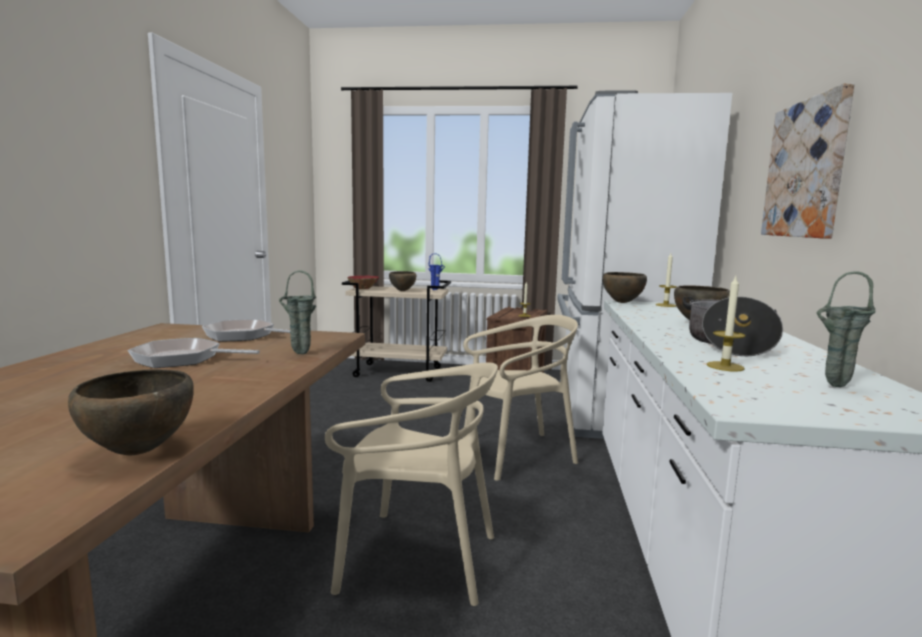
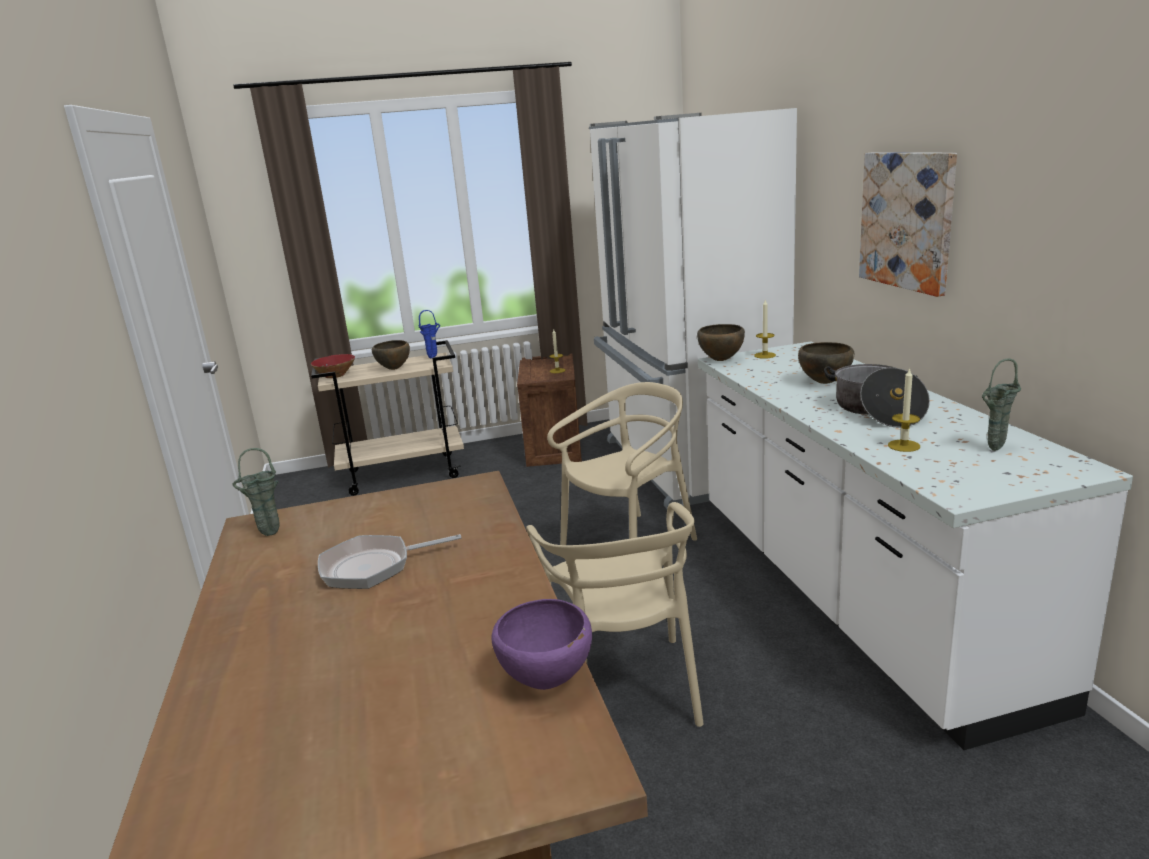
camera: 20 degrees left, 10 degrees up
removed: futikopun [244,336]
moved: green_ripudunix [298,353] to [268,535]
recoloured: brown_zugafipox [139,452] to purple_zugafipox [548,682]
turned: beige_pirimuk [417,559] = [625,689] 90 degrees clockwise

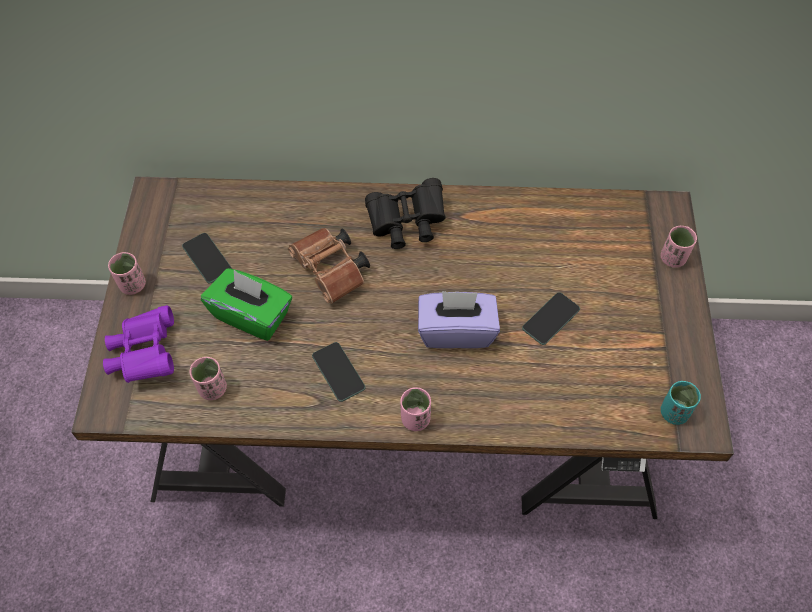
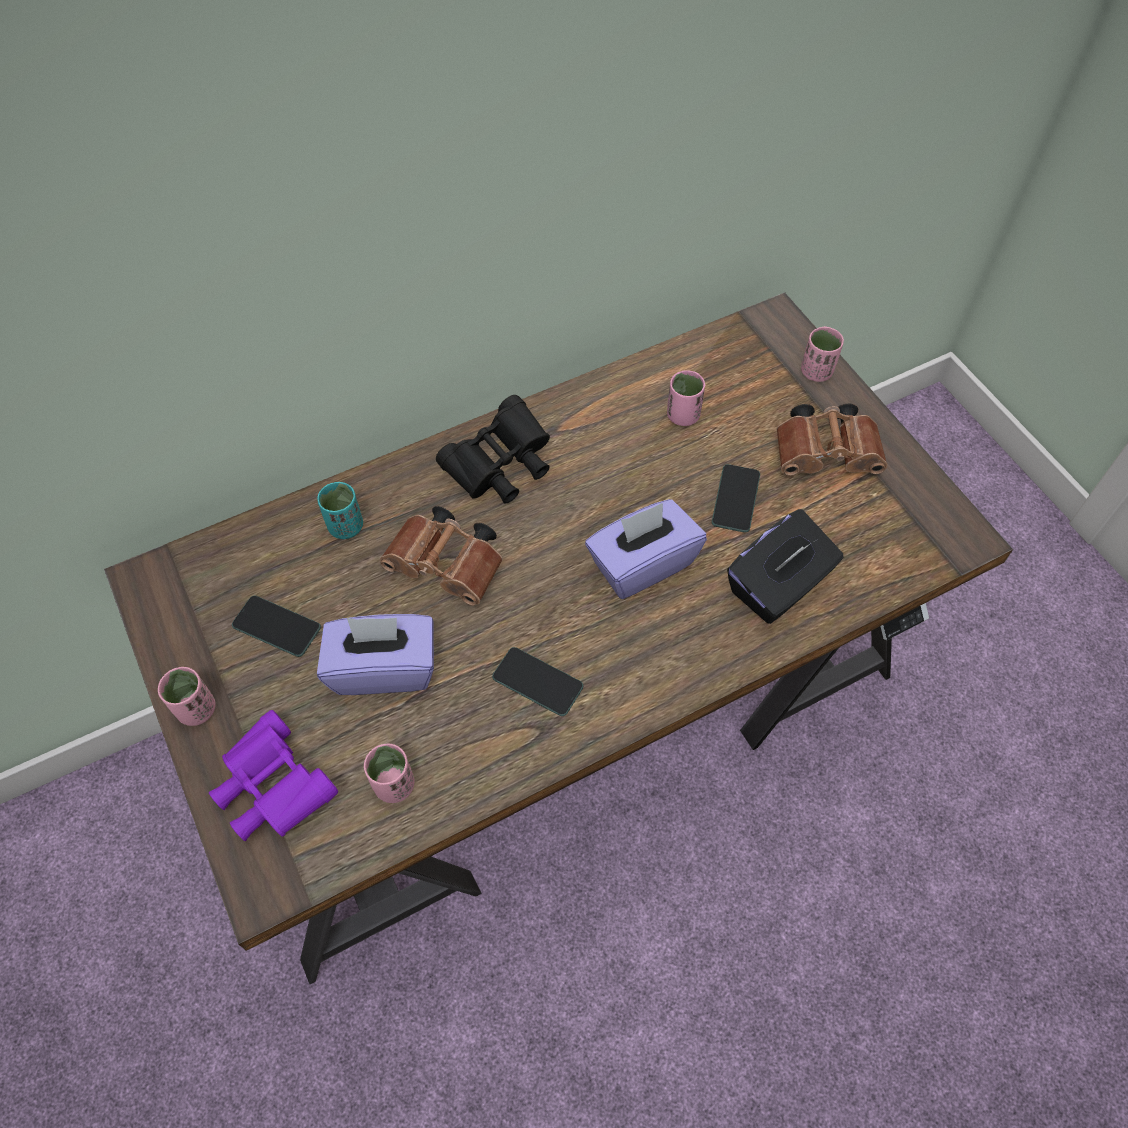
camera: 30 degrees left, 0 degrees up
added: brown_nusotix [828,455]; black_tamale [778,586]
moved: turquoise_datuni [674,412] to [345,526]; pink_datuni [415,419] to [683,415]
recoloured: green_tamale [252,315] to purple_tamale [384,668]

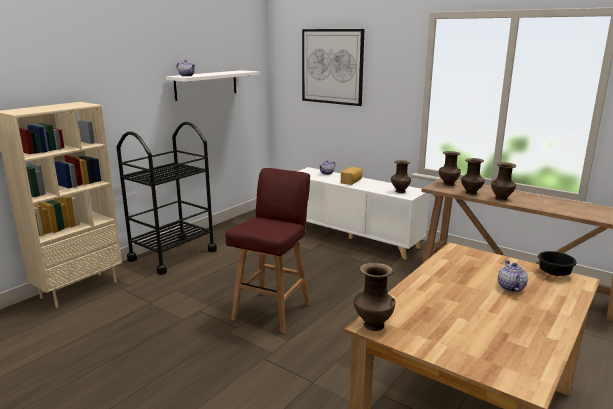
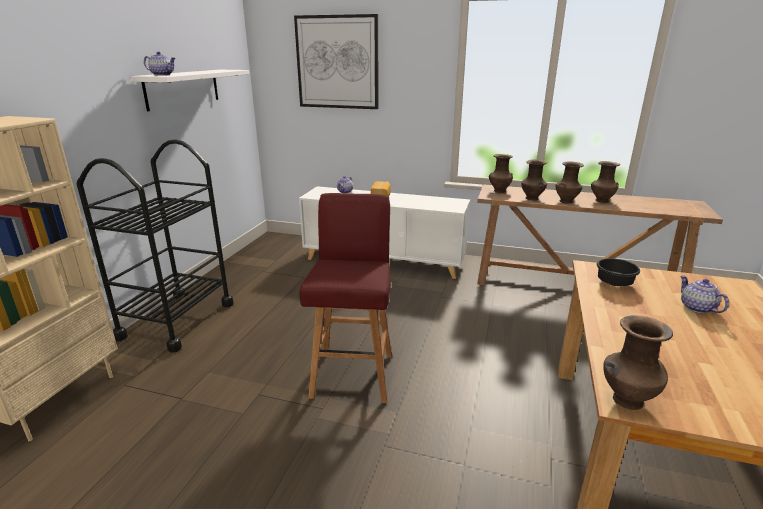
camera: 20 degrees left, 5 degrees up
moved: brown_ripudunix [399,191] to [601,201]; black_zugafipox [553,274] to [614,284]

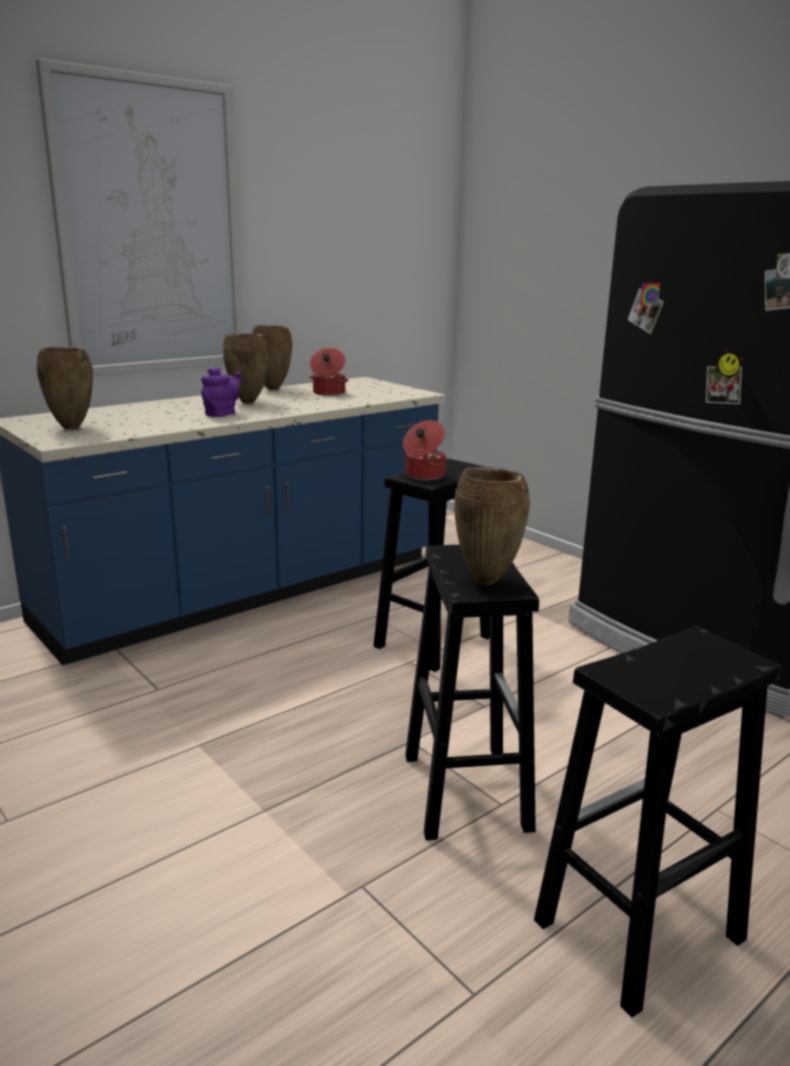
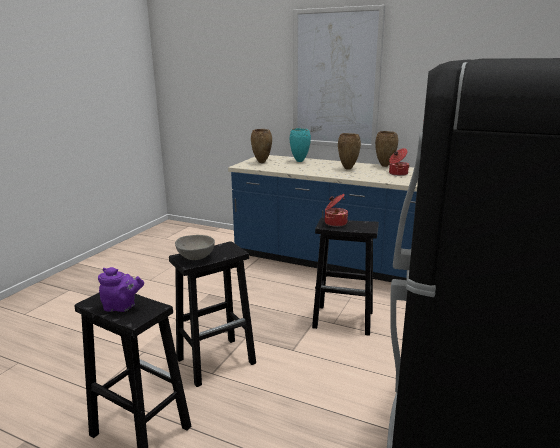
camera: 65 degrees right, 0 degrees up
added: turquoise_ripudunix [300,161]
moved: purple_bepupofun [222,414] to [122,307]
replaced: brown_ripudunix [488,581] to grey_zugafipox [196,257]

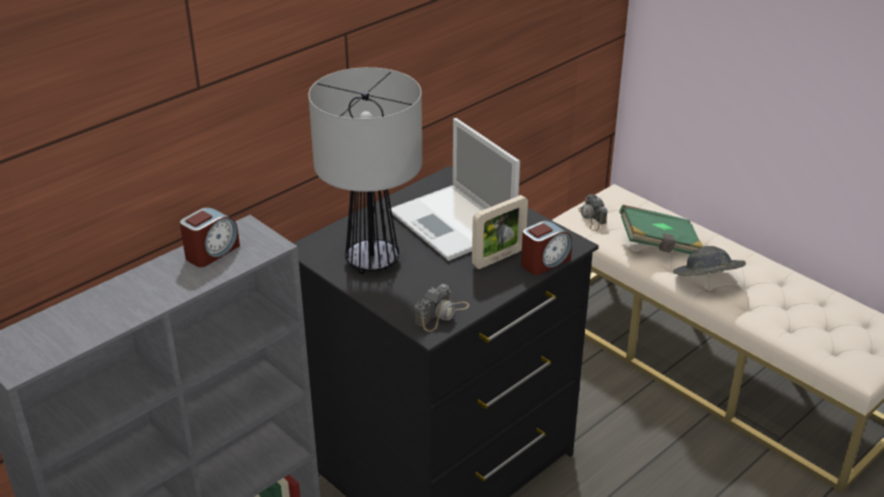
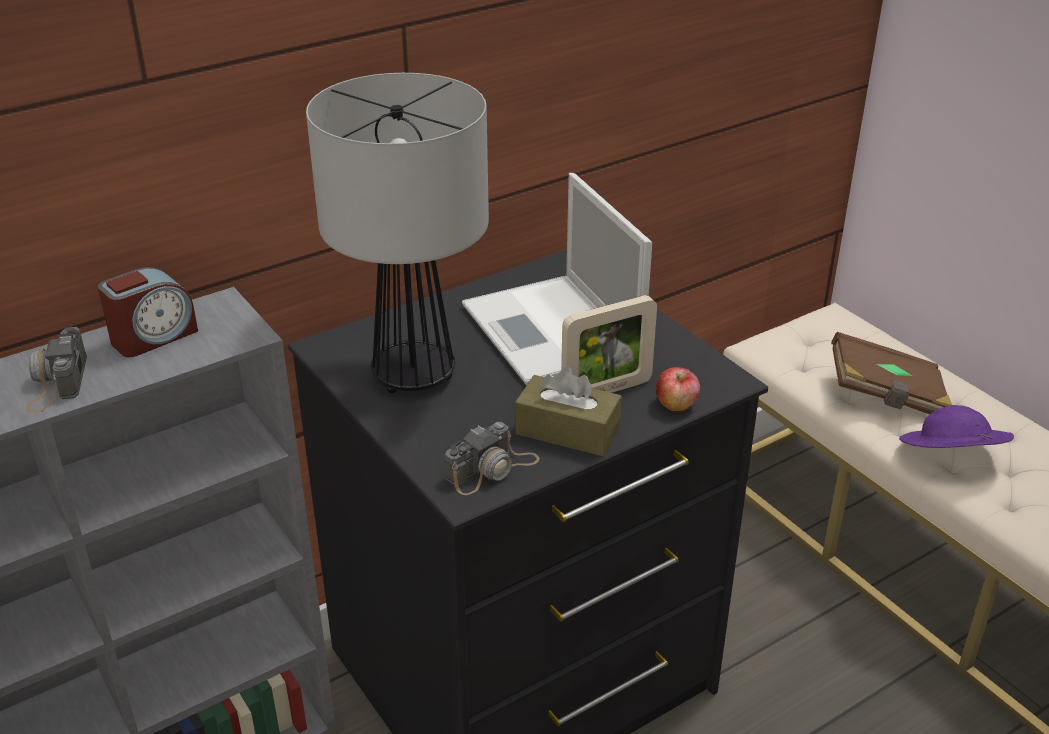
camera: 10 degrees right, 0 degrees up
added: brown_tamale [567,431]
moved: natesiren [592,218] to [57,382]
replaced: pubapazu [544,262] to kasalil [676,404]
recoloured: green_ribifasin [659,245] to brown_ribifasin [886,396]; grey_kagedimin [706,281] to purple_kagedimin [949,458]

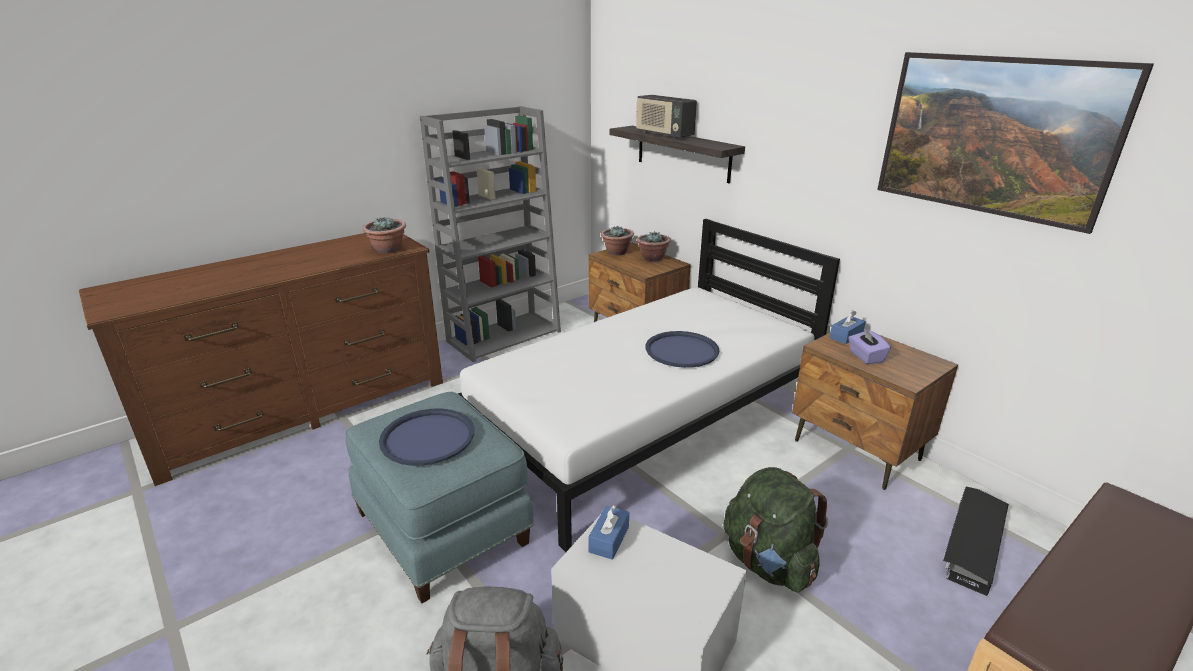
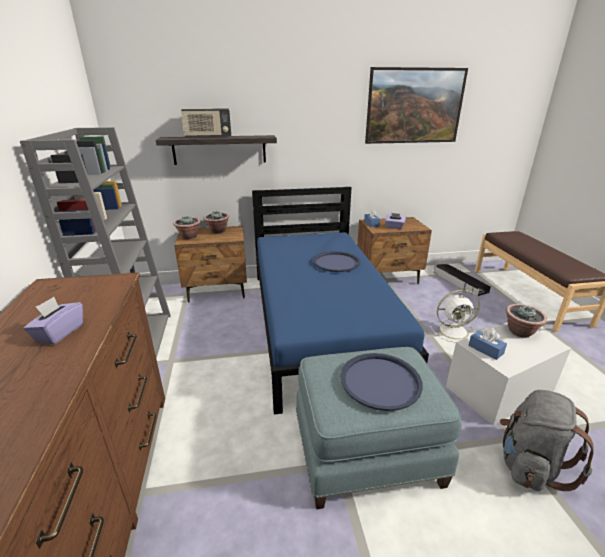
camera: 60 degrees left, 0 degrees up
added: purple_tamale [59,333]
moved: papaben [388,250] to [520,332]
replaced: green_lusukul [768,563] to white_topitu [454,331]
recoloured: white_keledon [646,426] to blue_keledon [320,323]

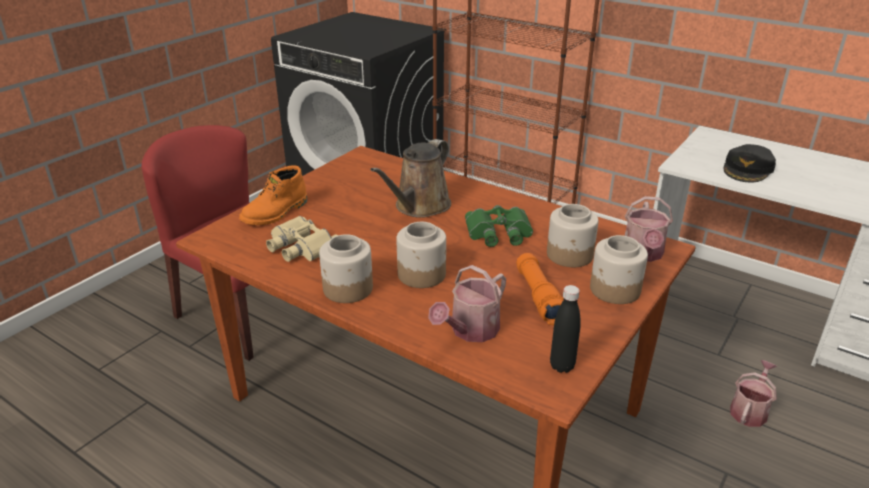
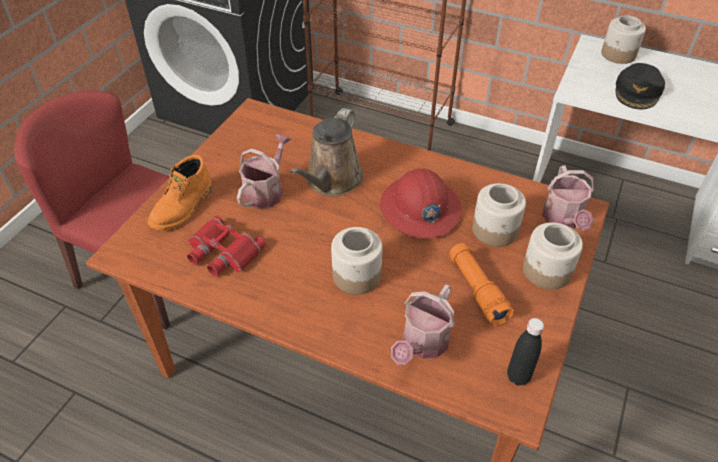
camera: 10 degrees left, 15 degrees up
moved: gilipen [347,289] to [618,55]; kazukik [749,410] to [266,191]
replaced: green_nusotix [498,233] to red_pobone [419,208]
recoloured: beige_nusotix [300,246] to red_nusotix [222,252]

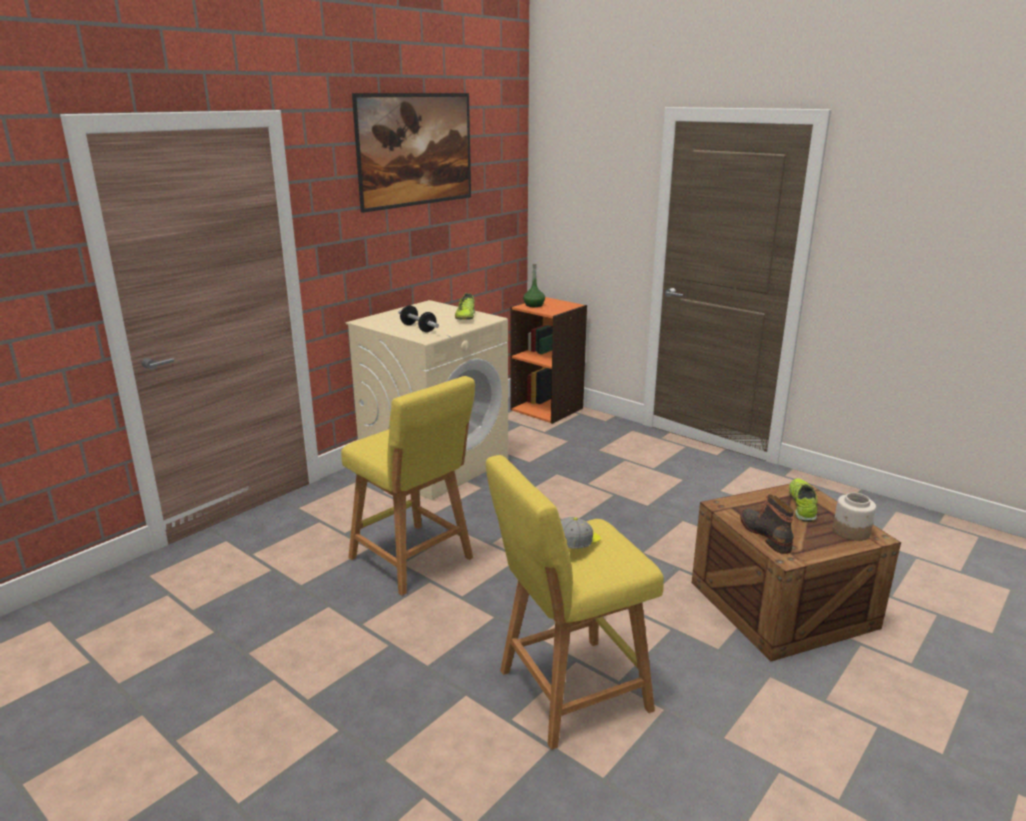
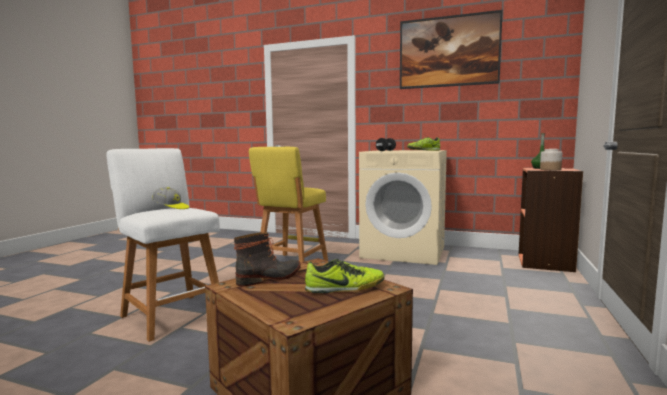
camera: 70 degrees right, 15 degrees down
moved: gilipen [851,532] to [550,169]
recoloured: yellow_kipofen [567,692] to white_kipofen [171,314]

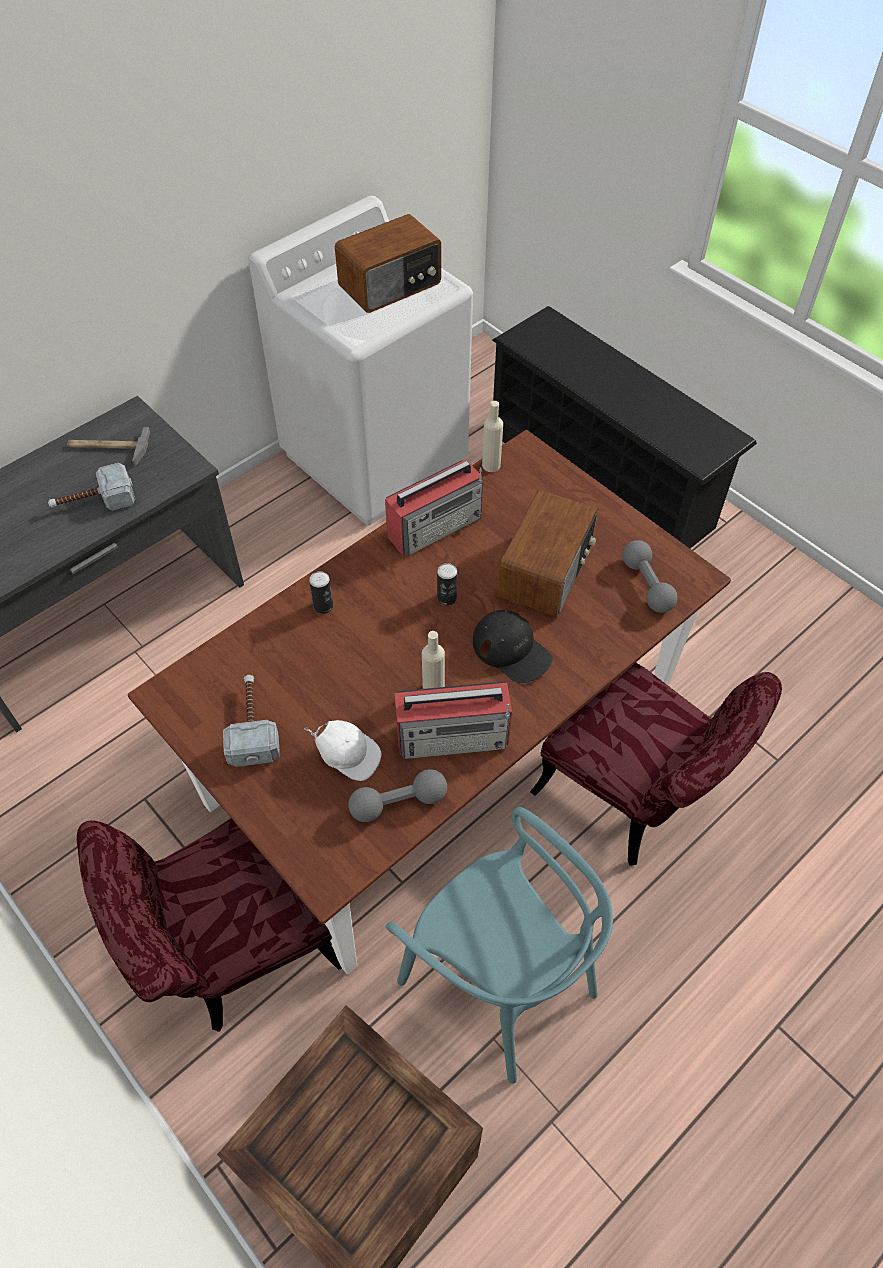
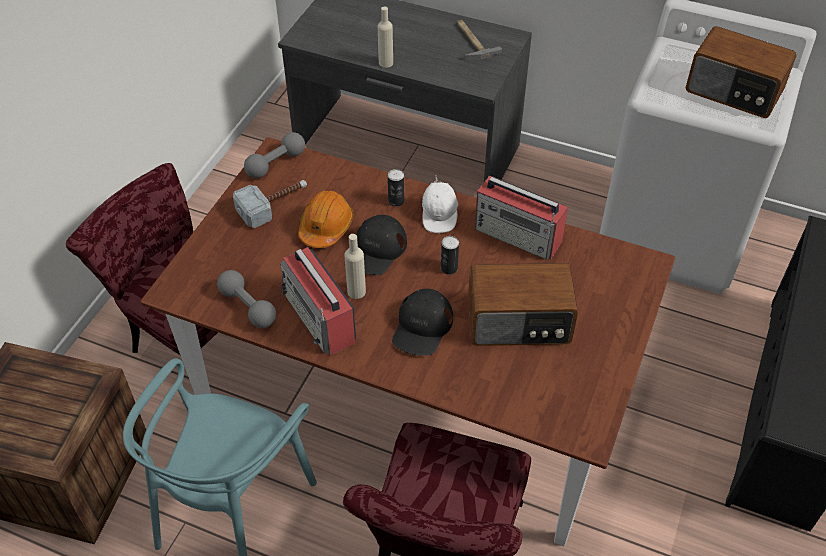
camera: 65 degrees right, 5 degrees down
removed: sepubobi [94,501]
added: orange_pobone [326,227]; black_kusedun [377,250]
moved: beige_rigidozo [491,465] to [386,63]; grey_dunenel [646,585] to [276,164]; white_kusedun [347,756] to [439,215]

